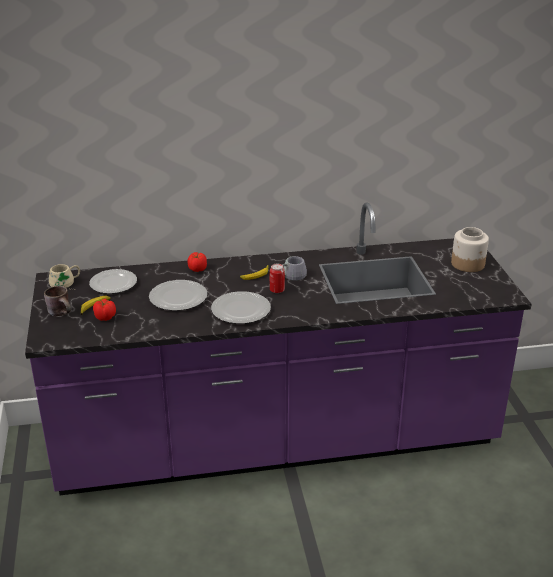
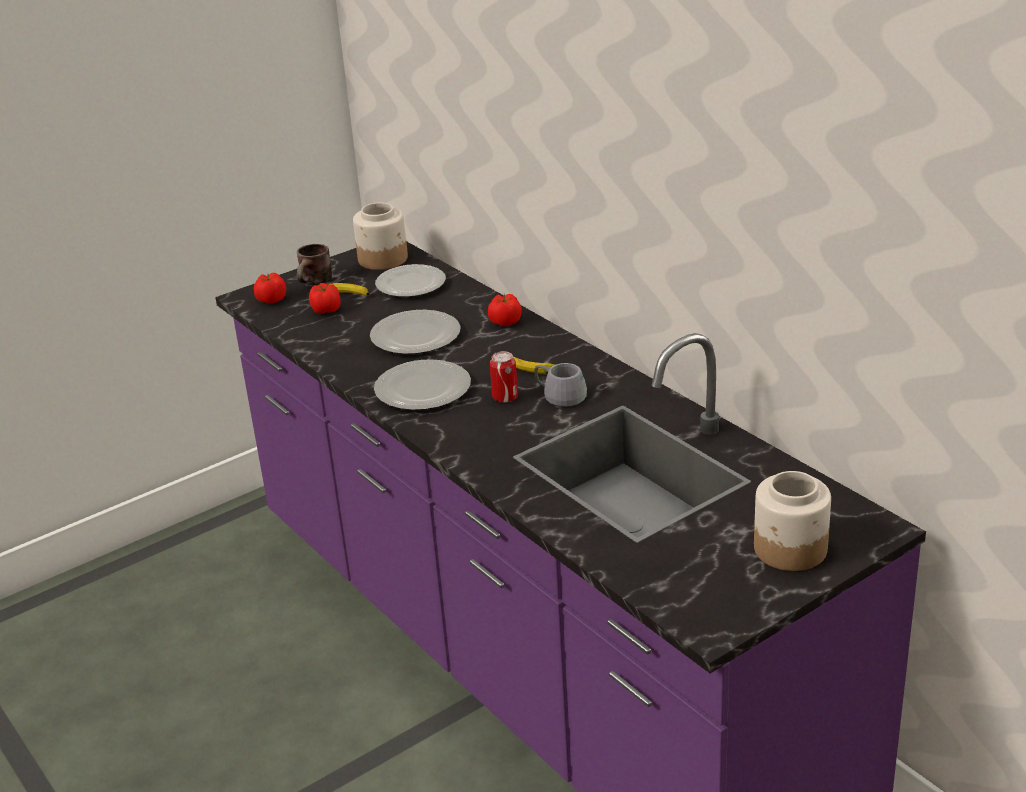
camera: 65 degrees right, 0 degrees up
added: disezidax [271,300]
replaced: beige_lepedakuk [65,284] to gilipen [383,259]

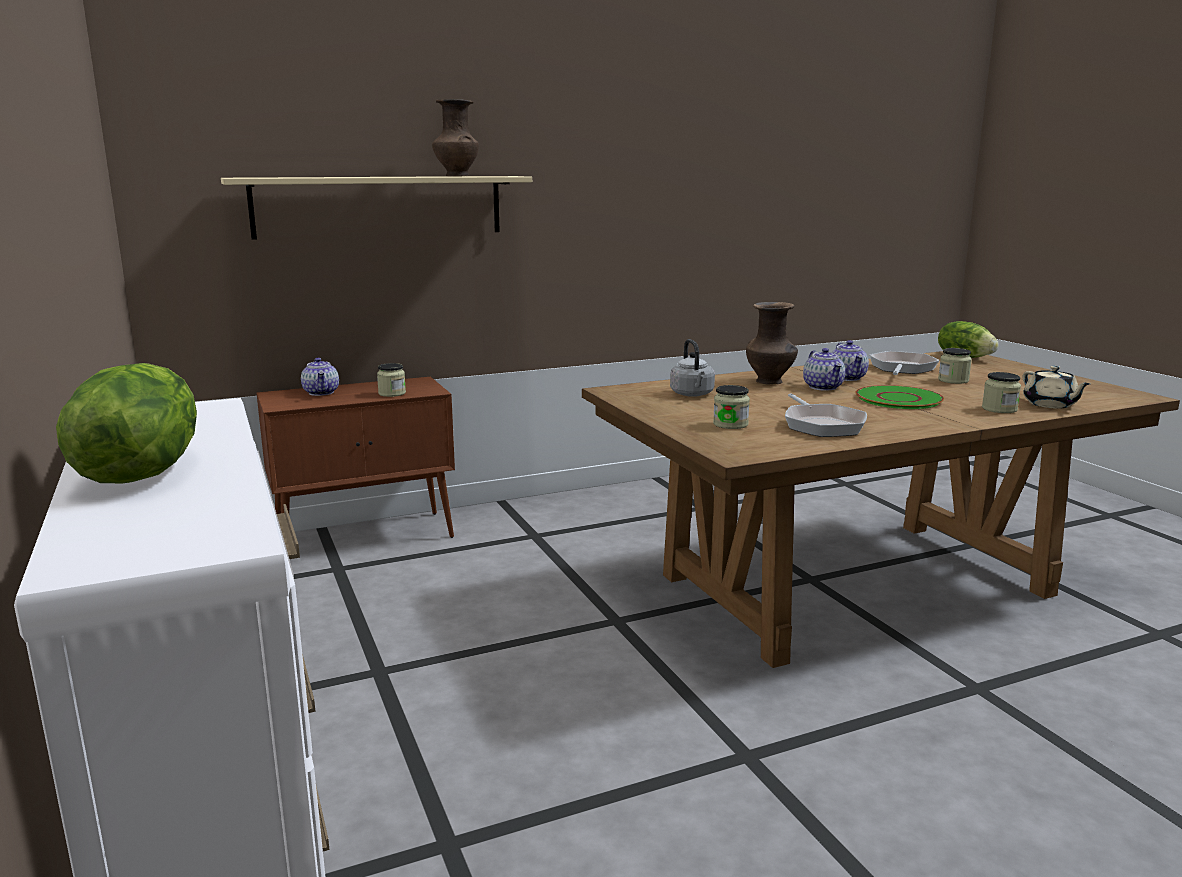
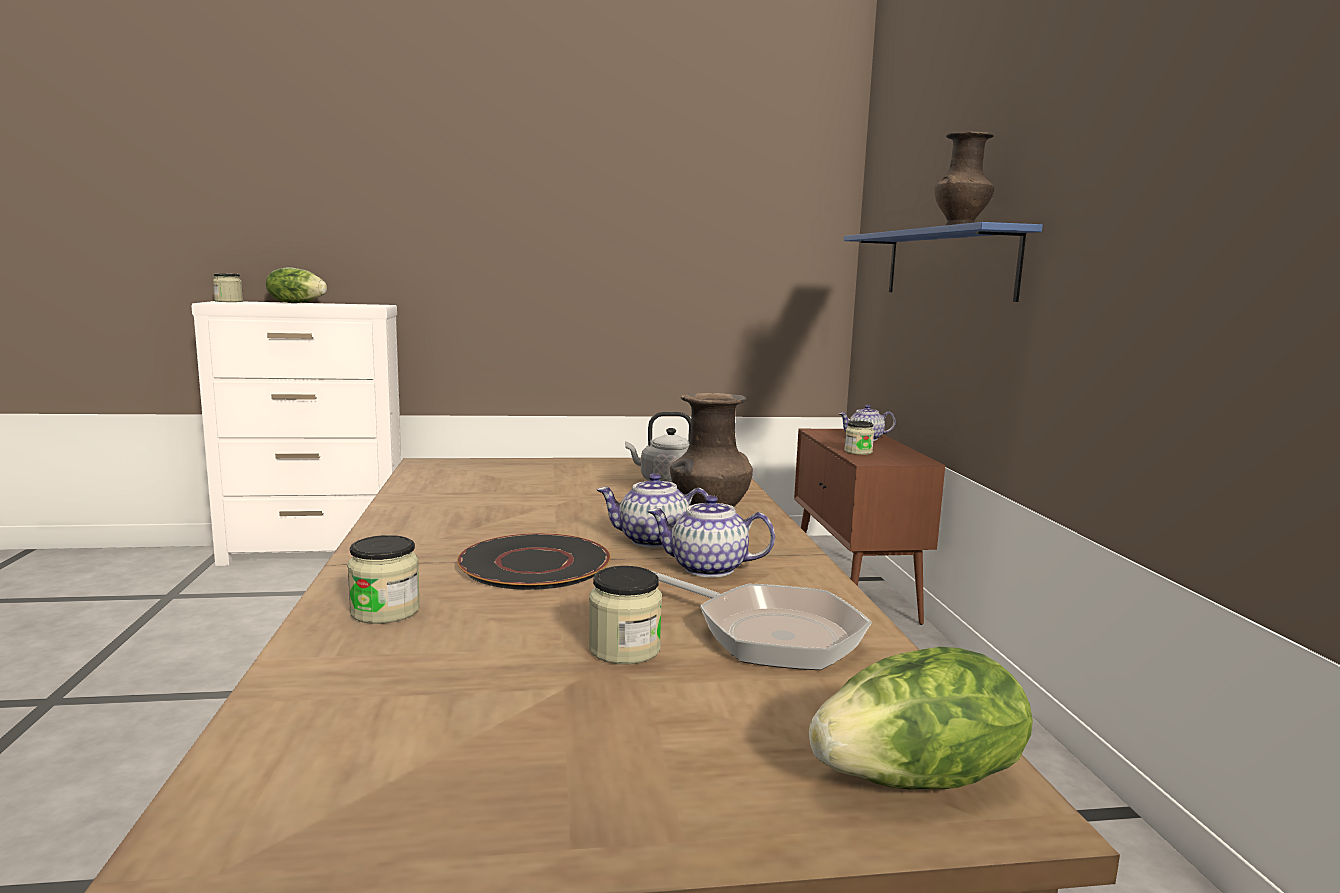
camera: 105 degrees right, 5 degrees down
removed: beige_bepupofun [1050,405]; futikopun [822,425]
moved: gilipen [730,424] to [228,301]
recoloured: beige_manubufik [379,206] to blue_manubufik [947,264]; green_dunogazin [899,399] to black_dunogazin [534,564]

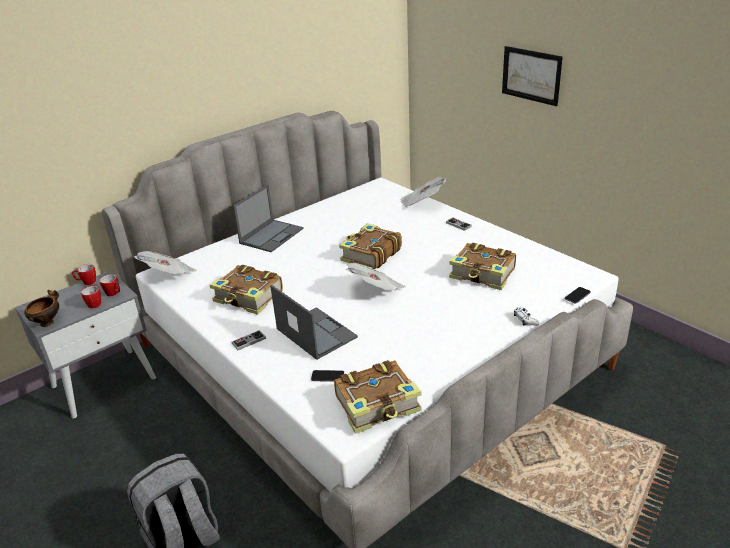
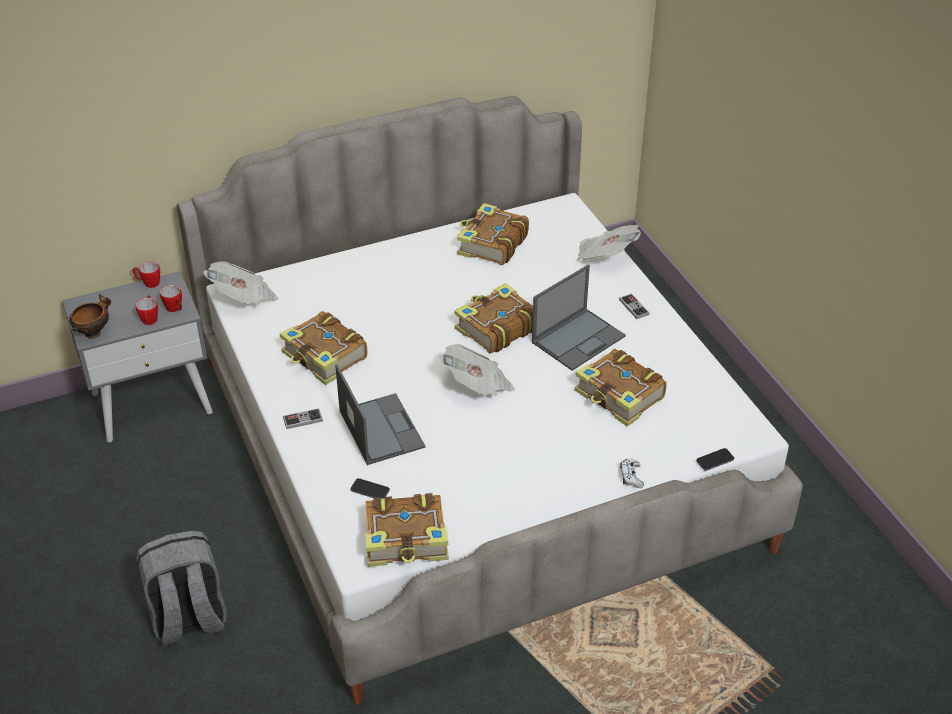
camera: 15 degrees right, 10 degrees up
removed: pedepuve [531,75]
added: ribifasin [491,244]
moved: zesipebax [272,235] to [579,339]

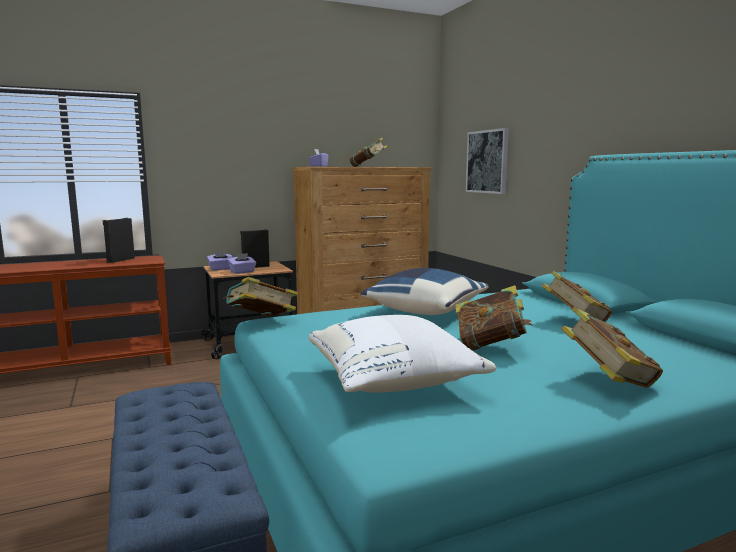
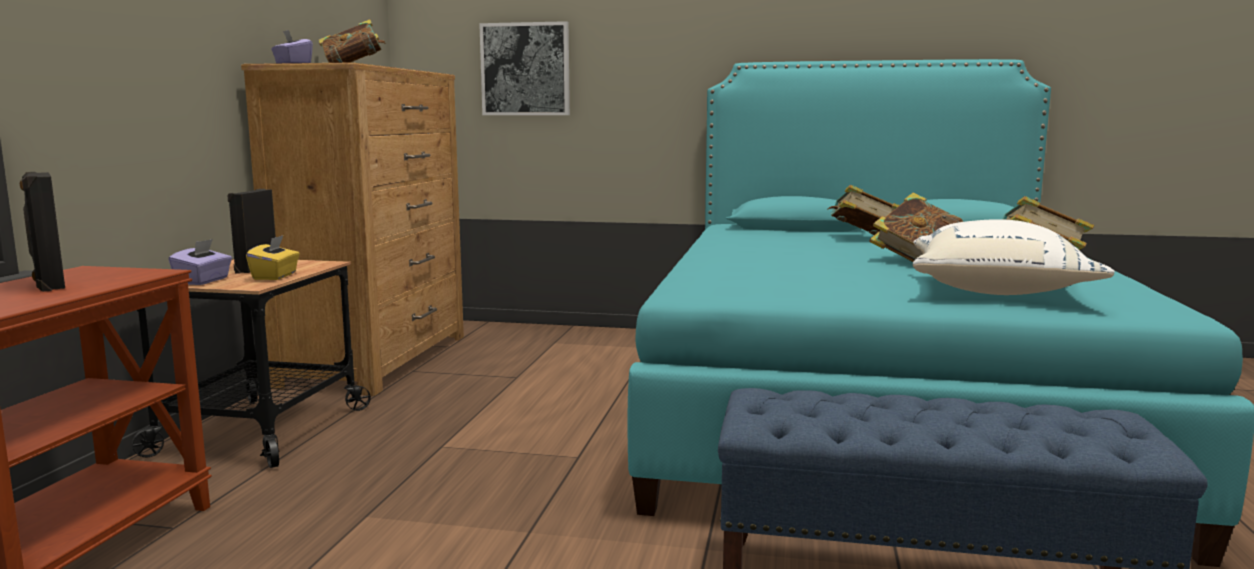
camera: 55 degrees left, 0 degrees up
removed: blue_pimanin [424,311]; ribifasin [261,322]
recoloured: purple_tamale [242,272] to yellow_tamale [275,276]

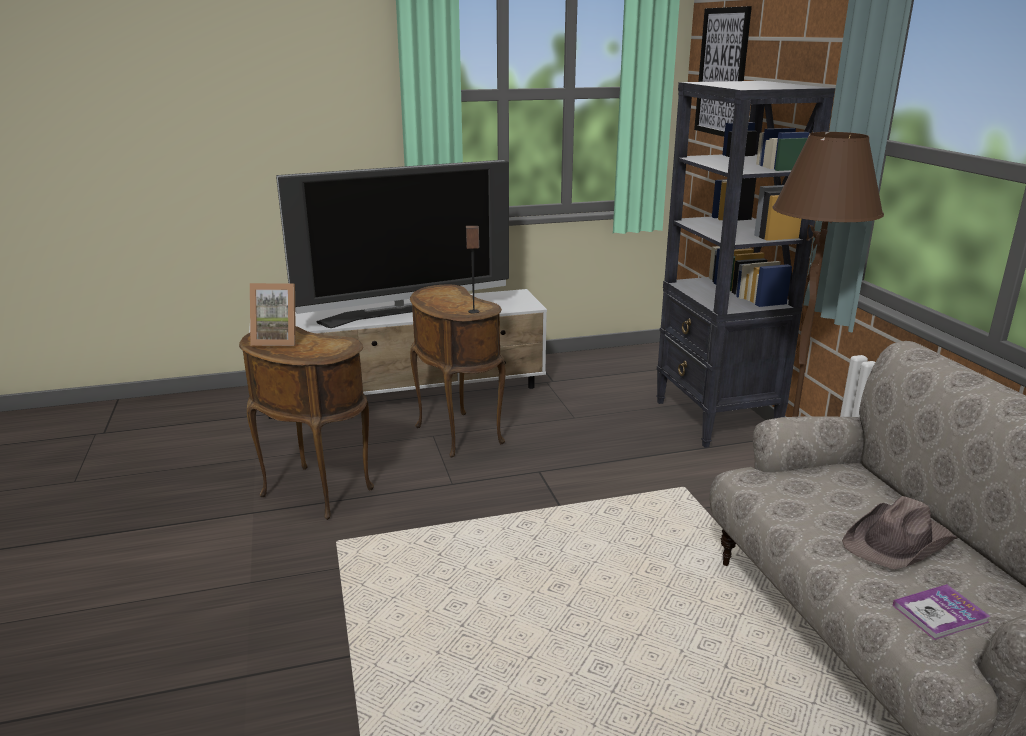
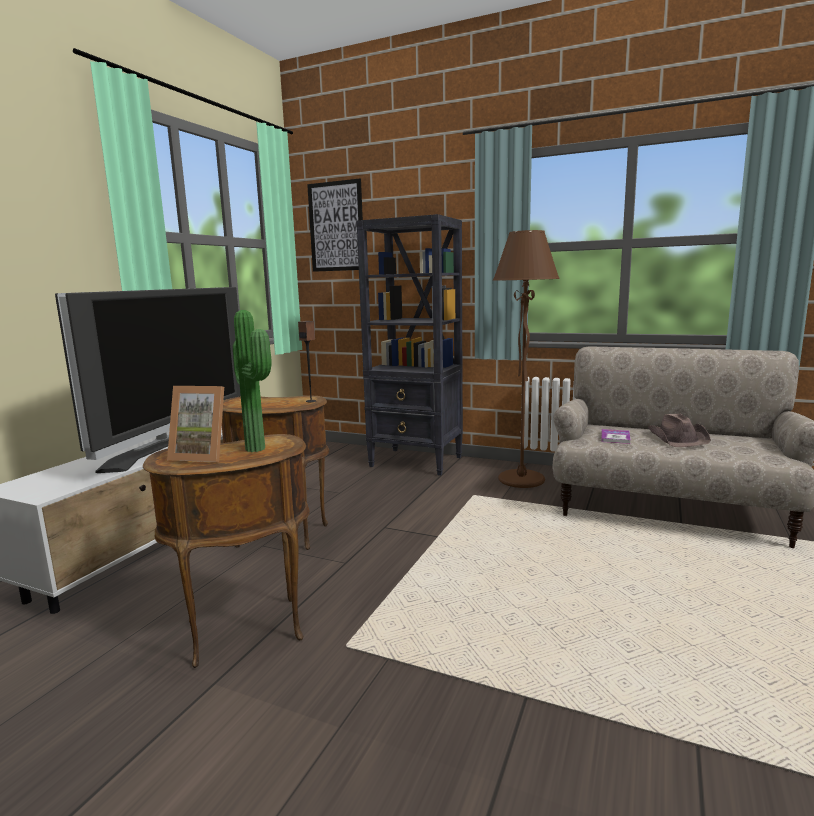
camera: 50 degrees left, 10 degrees down
added: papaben [259,448]
moved: ribifasin [940,613] to [615,437]
turned: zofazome [277,340] = [203,455] 60 degrees clockwise

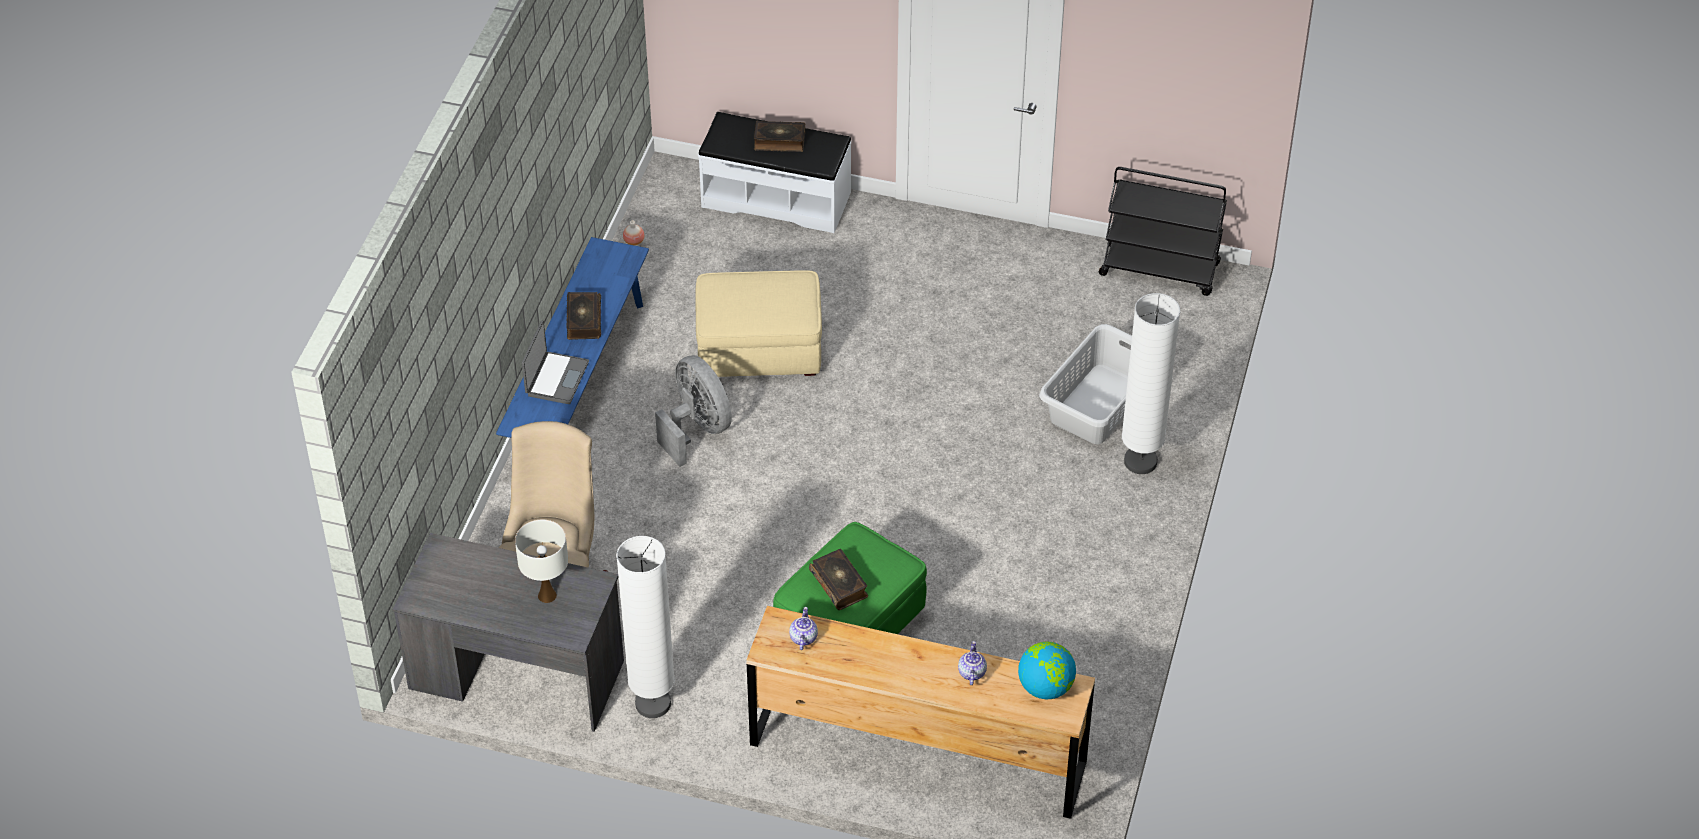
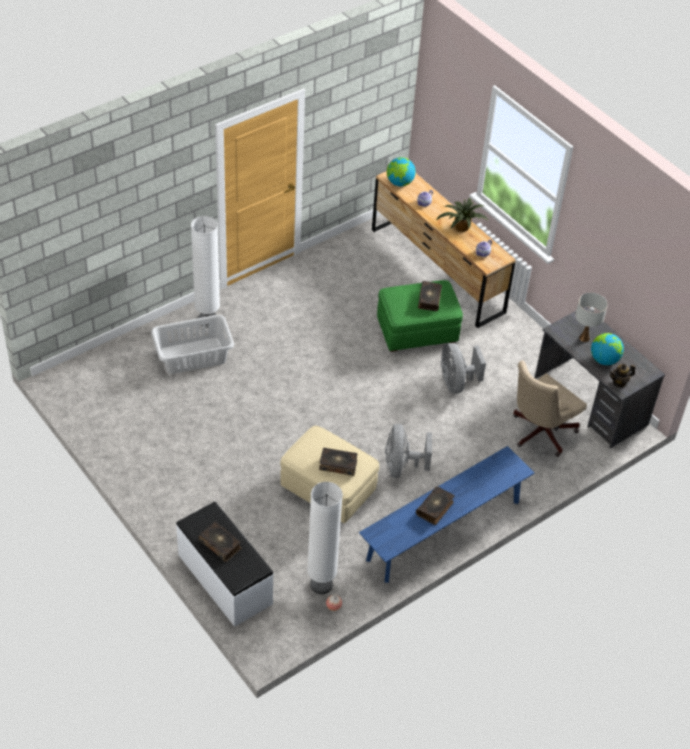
camera: 145 degrees left, 0 degrees up
removed: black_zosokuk [1160,269]; zesipebax [556,378]
added: papaben [460,228]; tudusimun [604,360]; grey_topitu [456,383]; bepupofun [619,382]; ribifasin [338,465]
moved: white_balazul [653,704] to [321,585]

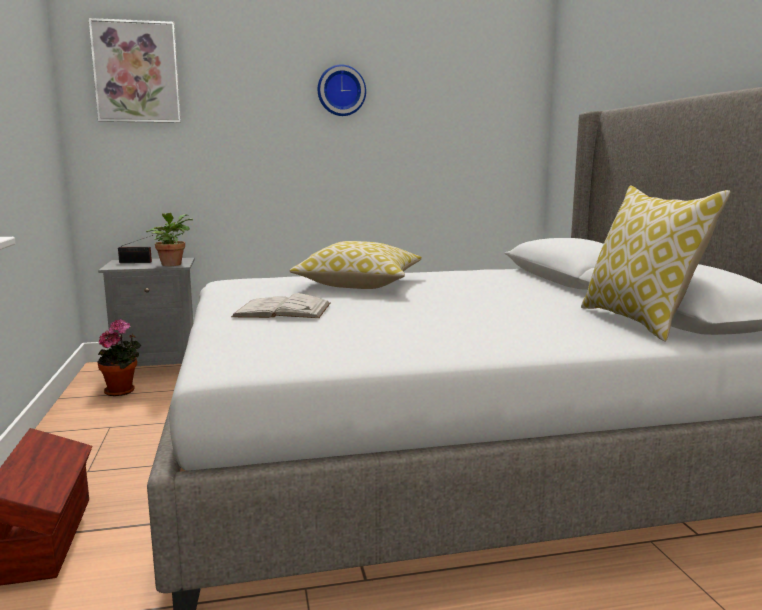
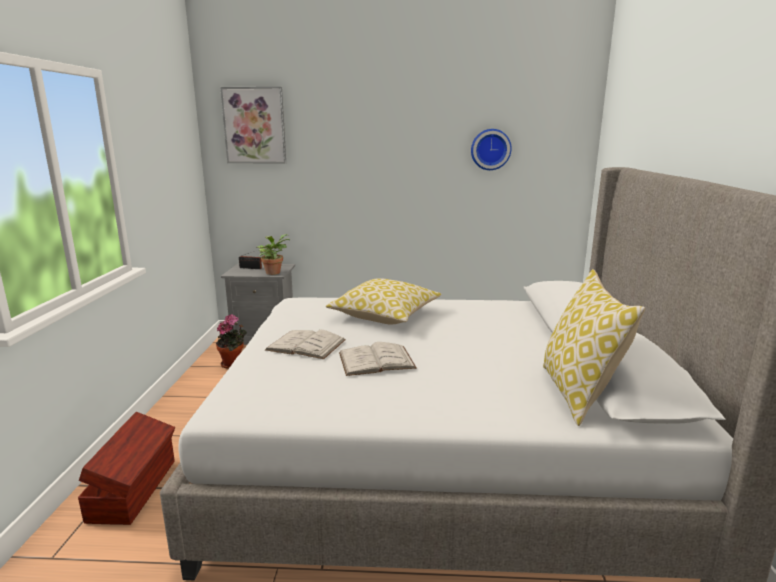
camera: 15 degrees right, 5 degrees up
added: white_ribifasin [376,360]
moved: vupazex [341,91] to [490,149]

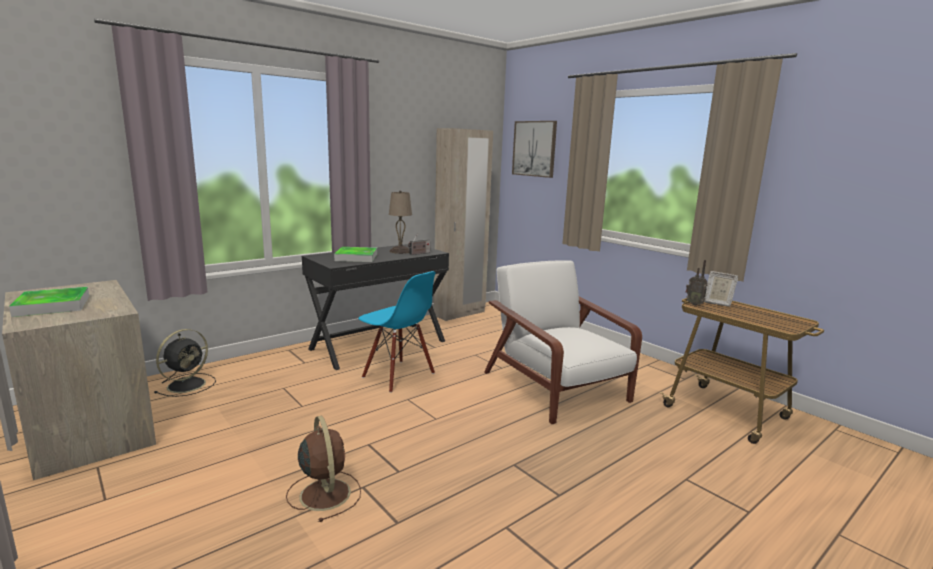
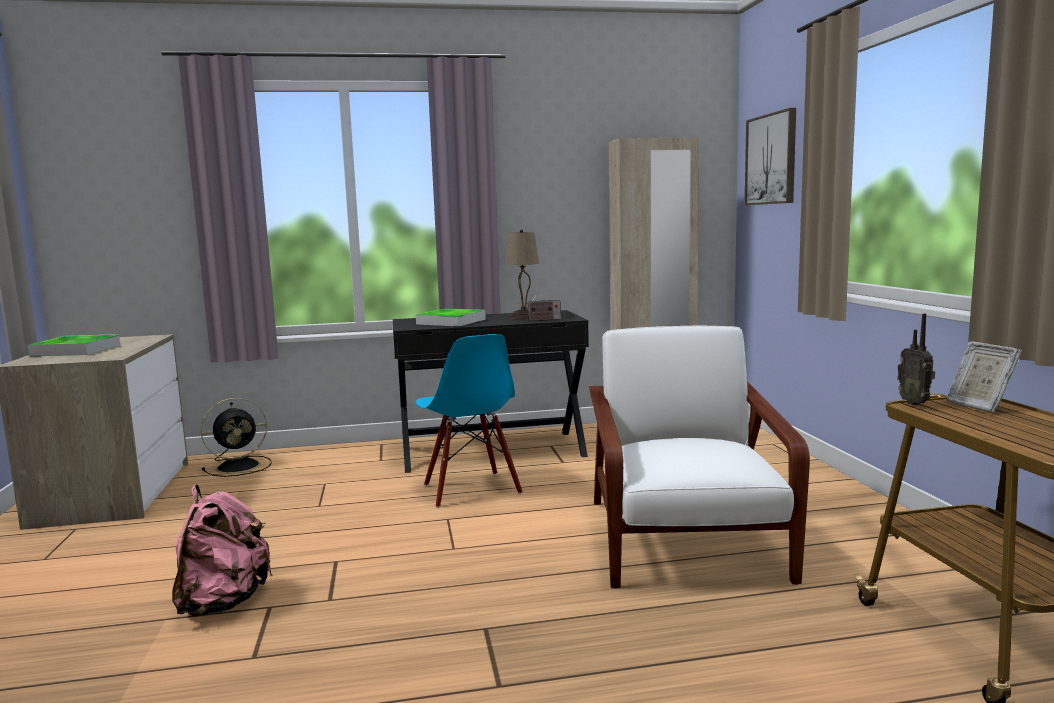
camera: 30 degrees right, 5 degrees down
replaced: brown_topitu [324,493] to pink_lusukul [223,603]

